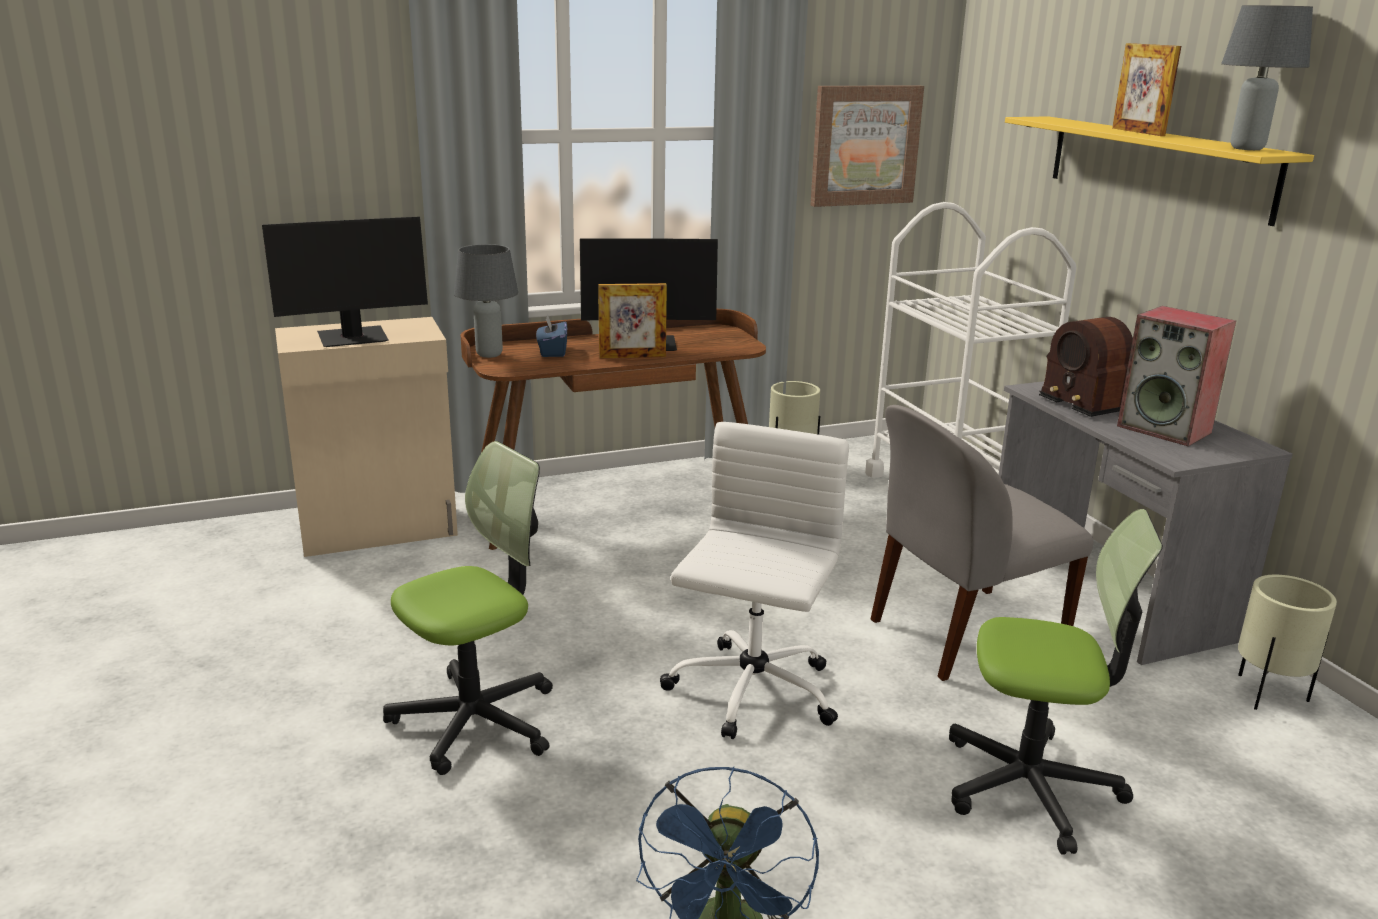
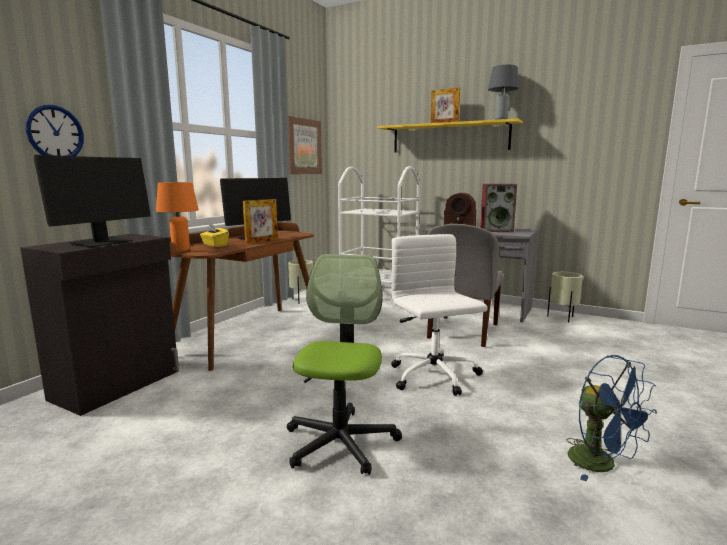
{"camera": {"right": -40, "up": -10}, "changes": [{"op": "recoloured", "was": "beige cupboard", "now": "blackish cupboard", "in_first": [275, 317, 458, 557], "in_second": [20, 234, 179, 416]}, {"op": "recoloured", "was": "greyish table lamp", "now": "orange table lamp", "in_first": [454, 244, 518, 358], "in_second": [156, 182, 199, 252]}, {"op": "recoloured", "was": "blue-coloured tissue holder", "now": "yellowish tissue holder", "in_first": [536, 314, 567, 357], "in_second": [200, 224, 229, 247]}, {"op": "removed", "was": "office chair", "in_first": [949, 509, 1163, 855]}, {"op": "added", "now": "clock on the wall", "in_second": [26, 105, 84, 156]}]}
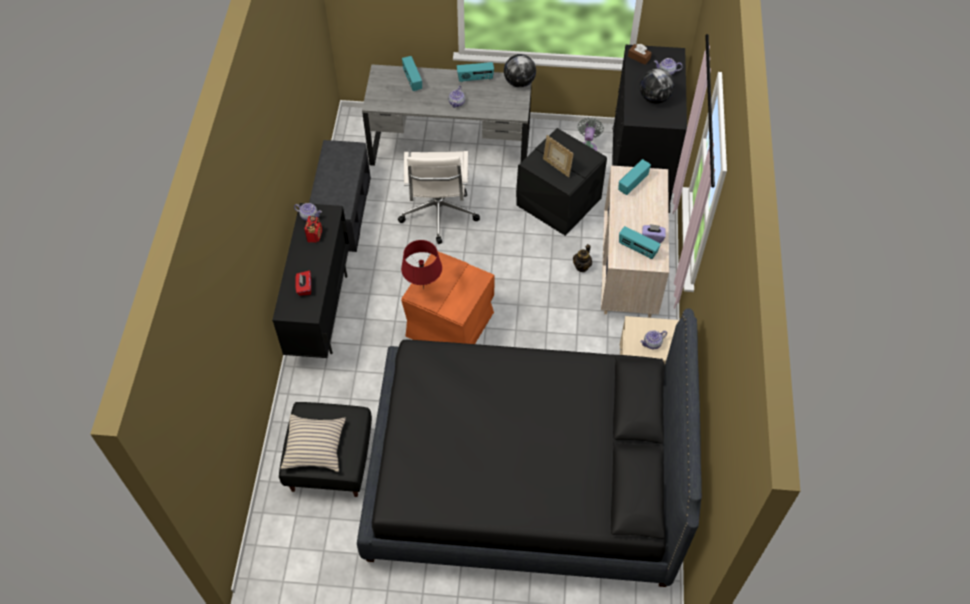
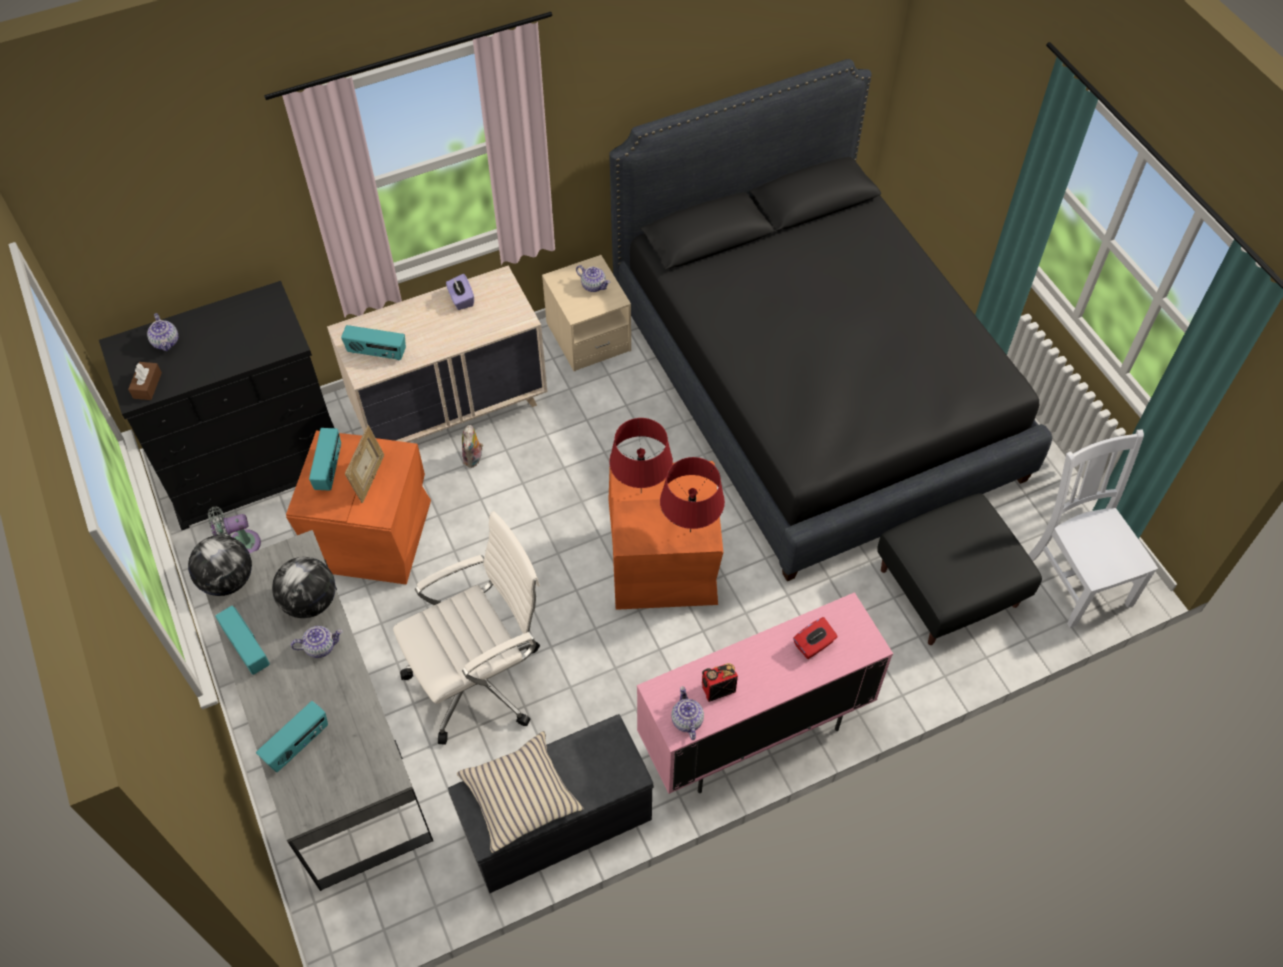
{"camera": {"right": -120, "up": 0}, "changes": [{"op": "recoloured", "was": "blackish cupboard", "now": "pink-coloured cupboard", "in_first": [272, 203, 350, 358], "in_second": [637, 592, 893, 794]}, {"op": "moved", "was": "beige pillow", "in_first": [281, 414, 346, 472], "in_second": [457, 731, 584, 853]}, {"op": "recoloured", "was": "blackish storage bin", "now": "orange storage bin", "in_first": [516, 128, 607, 236], "in_second": [286, 430, 431, 585]}, {"op": "replaced", "was": "teapot", "now": "soft toy", "in_first": [573, 244, 592, 272], "in_second": [462, 425, 483, 468]}, {"op": "moved", "was": "radio receiver", "in_first": [619, 226, 661, 259], "in_second": [309, 428, 341, 491]}, {"op": "moved", "was": "globe", "in_first": [640, 68, 675, 104], "in_second": [272, 557, 336, 618]}, {"op": "added", "now": "red table lamp", "in_second": [609, 418, 673, 493]}, {"op": "added", "now": "white-coloured upright chair", "in_second": [1028, 429, 1158, 628]}]}
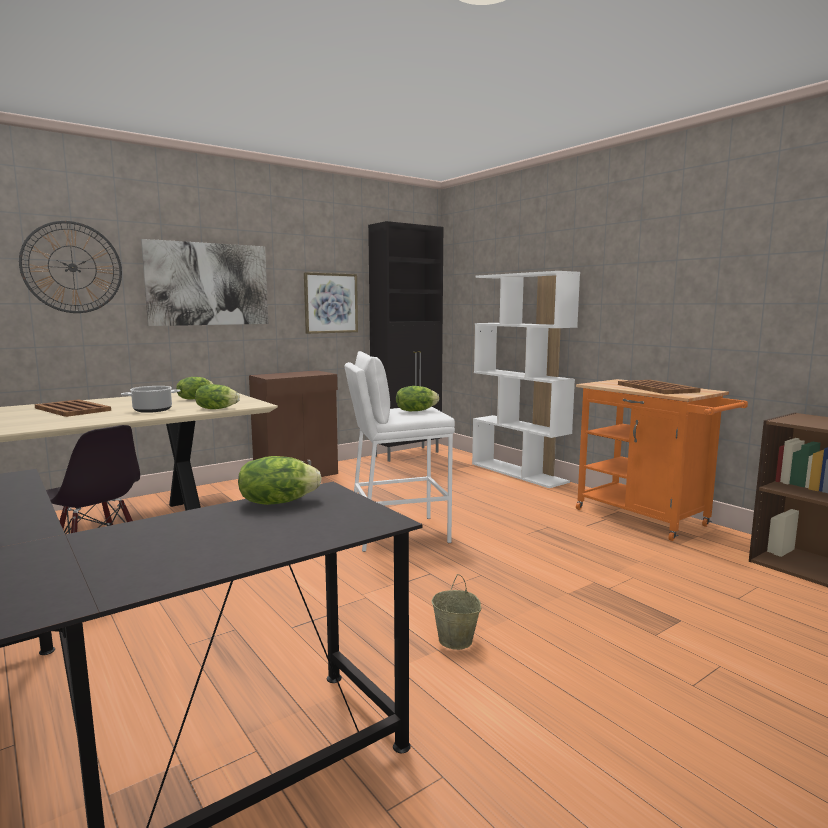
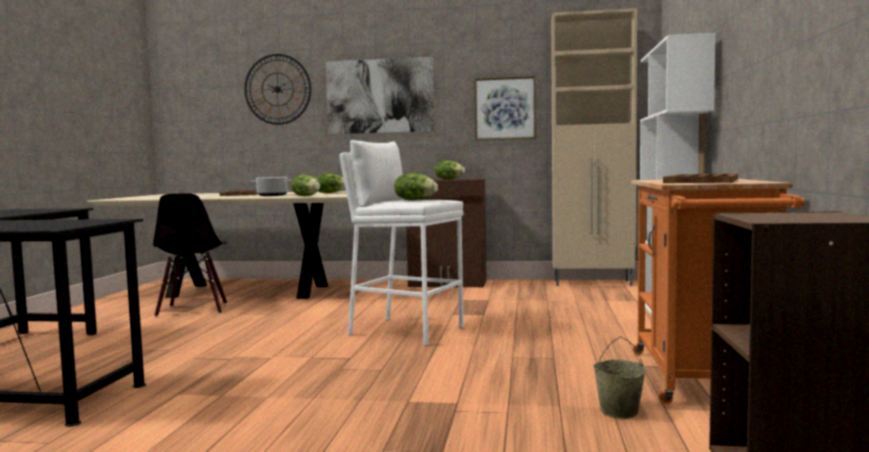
{"camera": {"right": 45, "up": -5}, "changes": [{"op": "moved", "was": "lettuce head", "in_first": [238, 456, 322, 505], "in_second": [434, 160, 465, 180]}, {"op": "recoloured", "was": "blackish cupboard", "now": "beige cupboard", "in_first": [368, 221, 443, 462], "in_second": [551, 8, 637, 286]}, {"op": "moved", "was": "beige bucket", "in_first": [431, 574, 481, 650], "in_second": [593, 337, 646, 419]}]}
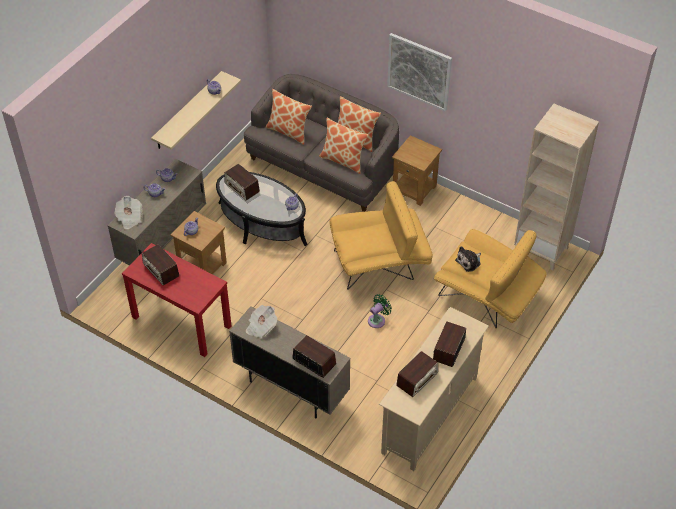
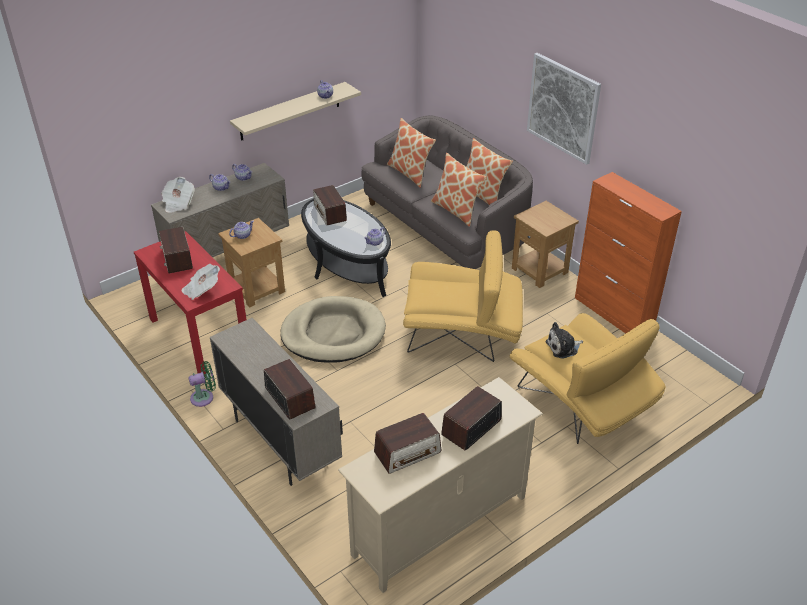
{"camera": {"right": 20, "up": -10}, "changes": [{"op": "moved", "was": "newspaper", "in_first": [246, 305, 277, 339], "in_second": [182, 264, 220, 300]}, {"op": "moved", "was": "green electric fan", "in_first": [368, 294, 392, 328], "in_second": [188, 361, 216, 407]}, {"op": "removed", "was": "beige shelving unit", "in_first": [514, 104, 599, 270]}, {"op": "added", "now": "beige dog bed", "in_second": [280, 296, 386, 363]}, {"op": "added", "now": "orange cupboard", "in_second": [575, 172, 682, 334]}]}
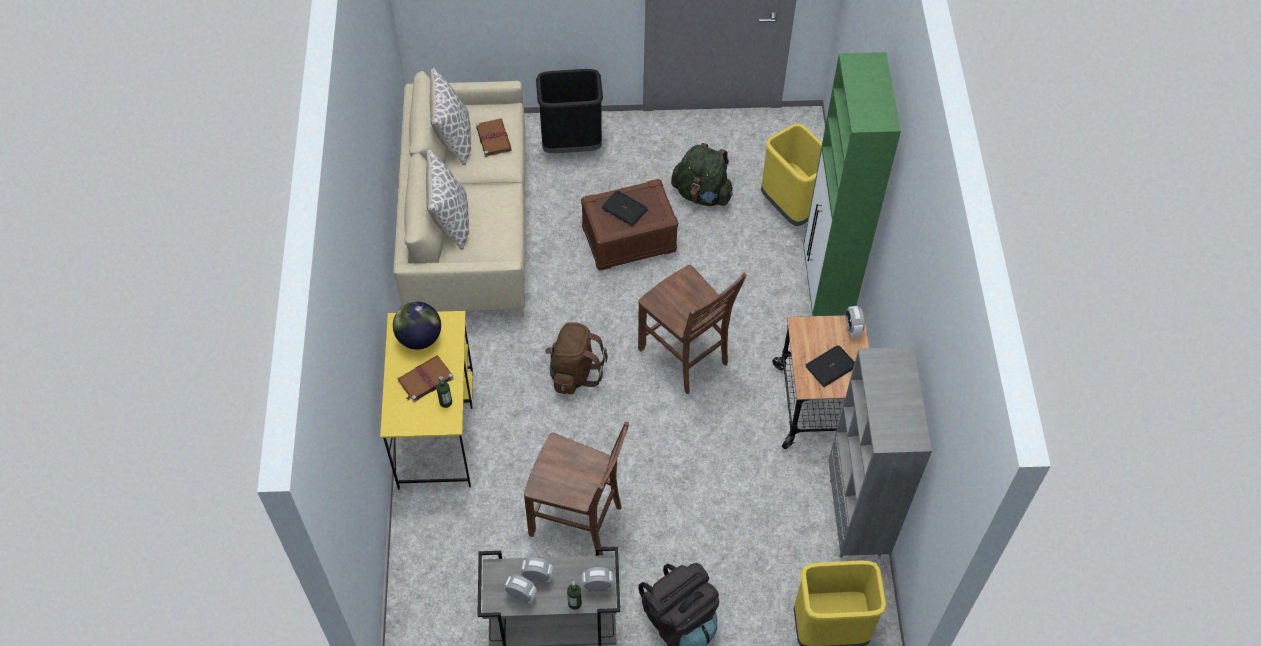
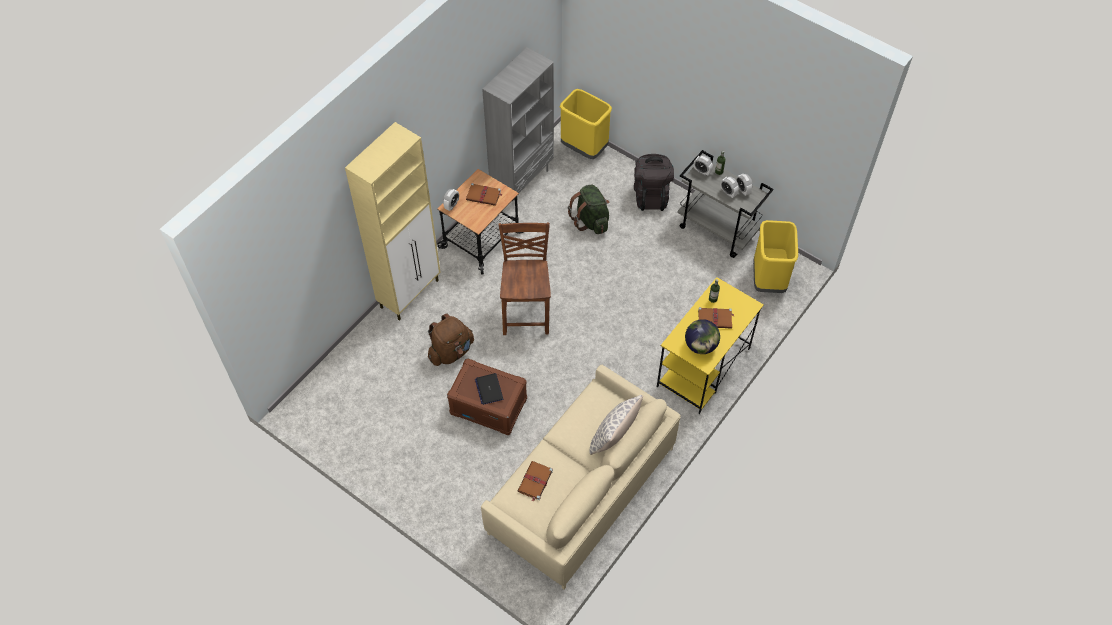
{"camera": {"right": -140, "up": 0}, "changes": [{"op": "removed", "was": "pillow", "in_first": [430, 68, 471, 165]}, {"op": "removed", "was": "brown-coloured upright chair", "in_first": [524, 422, 629, 555]}, {"op": "removed", "was": "blackish rubbish bin", "in_first": [536, 69, 603, 153]}, {"op": "moved", "was": "brown-coloured knapsack", "in_first": [545, 322, 608, 394], "in_second": [428, 313, 474, 366]}, {"op": "moved", "was": "green knapsack", "in_first": [671, 143, 733, 206], "in_second": [568, 184, 609, 234]}, {"op": "moved", "was": "yellowish rubbish bin", "in_first": [761, 123, 822, 226], "in_second": [753, 220, 798, 293]}, {"op": "recoloured", "was": "green cupboard", "now": "beige cupboard", "in_first": [803, 52, 901, 316], "in_second": [345, 122, 440, 321]}, {"op": "replaced", "was": "notebook computer", "now": "brown-coloured volume", "in_first": [805, 345, 855, 387], "in_second": [466, 183, 503, 206]}]}
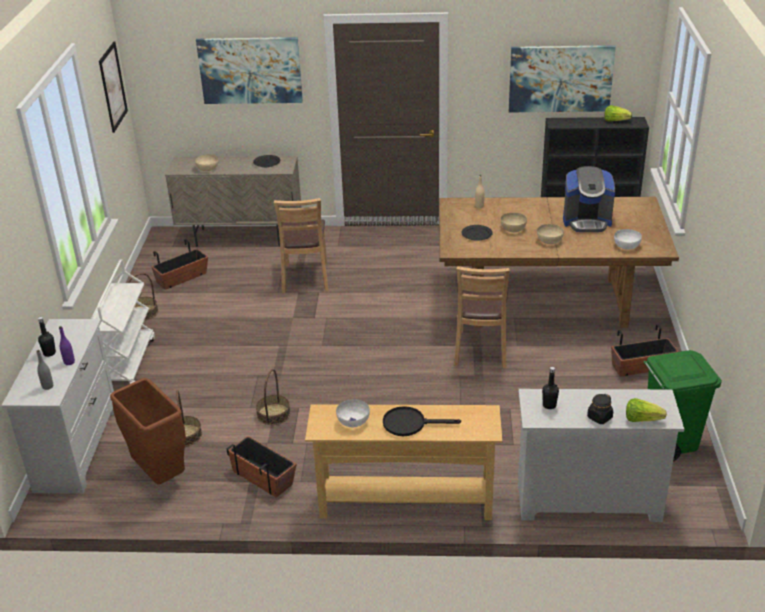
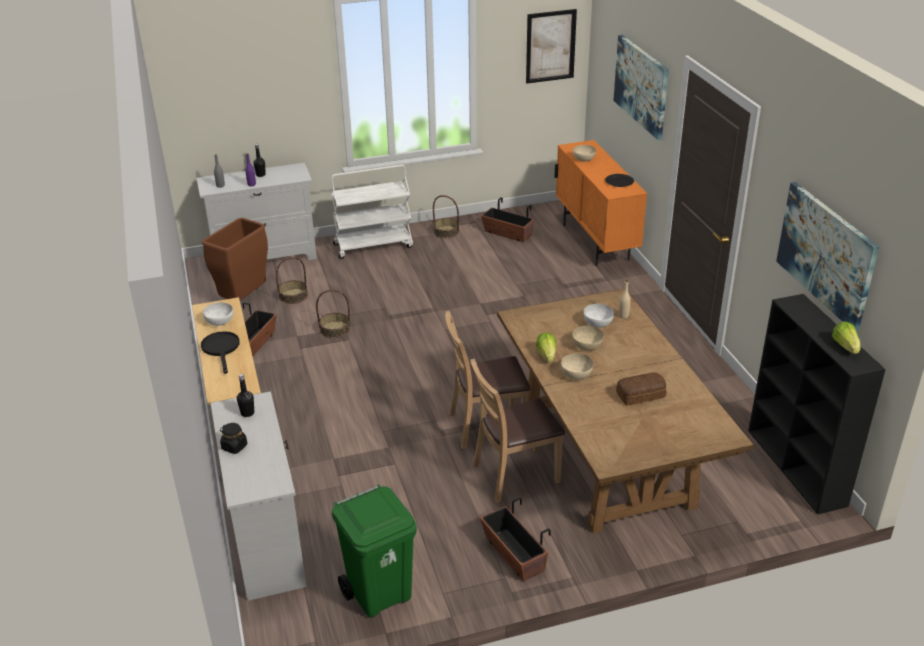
{"camera": {"right": 70, "up": 0}, "changes": [{"op": "recoloured", "was": "beige cupboard", "now": "orange cupboard", "in_first": [165, 156, 301, 247], "in_second": [554, 140, 647, 266]}, {"op": "moved", "was": "brown-coloured upright chair", "in_first": [274, 198, 329, 294], "in_second": [470, 358, 565, 503]}, {"op": "removed", "was": "blackish flat dish", "in_first": [461, 225, 493, 241]}, {"op": "replaced", "was": "coffee brewer", "now": "bakery bread", "in_first": [563, 166, 615, 232], "in_second": [616, 373, 666, 406]}, {"op": "moved", "was": "white-coloured deep dish", "in_first": [614, 229, 642, 250], "in_second": [583, 304, 614, 328]}, {"op": "moved", "was": "lettuce head", "in_first": [626, 398, 667, 422], "in_second": [536, 332, 556, 362]}]}
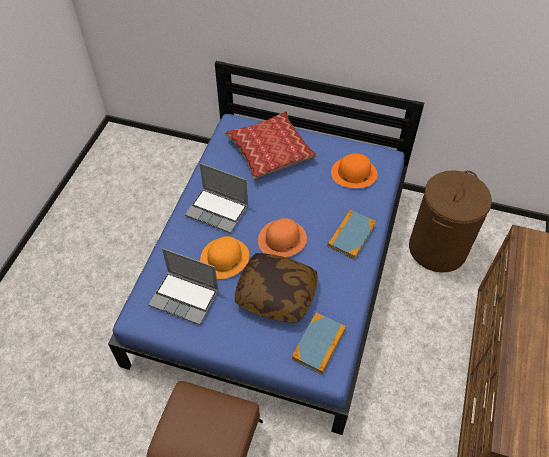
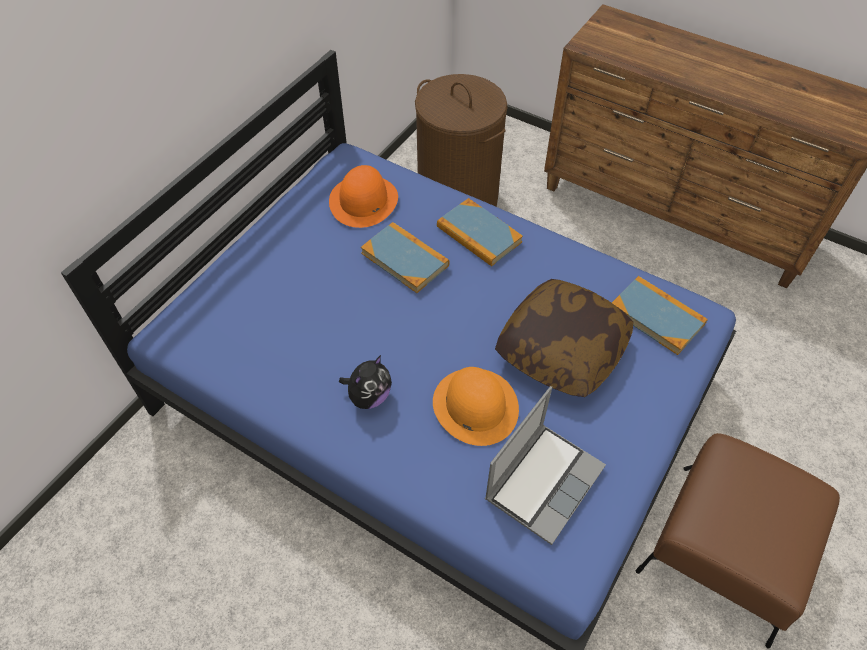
{"camera": {"right": -75, "up": 0}, "changes": [{"op": "replaced", "was": "notebook computer", "now": "soft toy", "in_first": [185, 163, 248, 233], "in_second": [339, 355, 392, 409]}, {"op": "removed", "was": "pillow", "in_first": [225, 111, 317, 180]}, {"op": "removed", "was": "orange hat", "in_first": [258, 218, 307, 257]}, {"op": "added", "now": "volume", "in_second": [361, 222, 449, 293]}]}
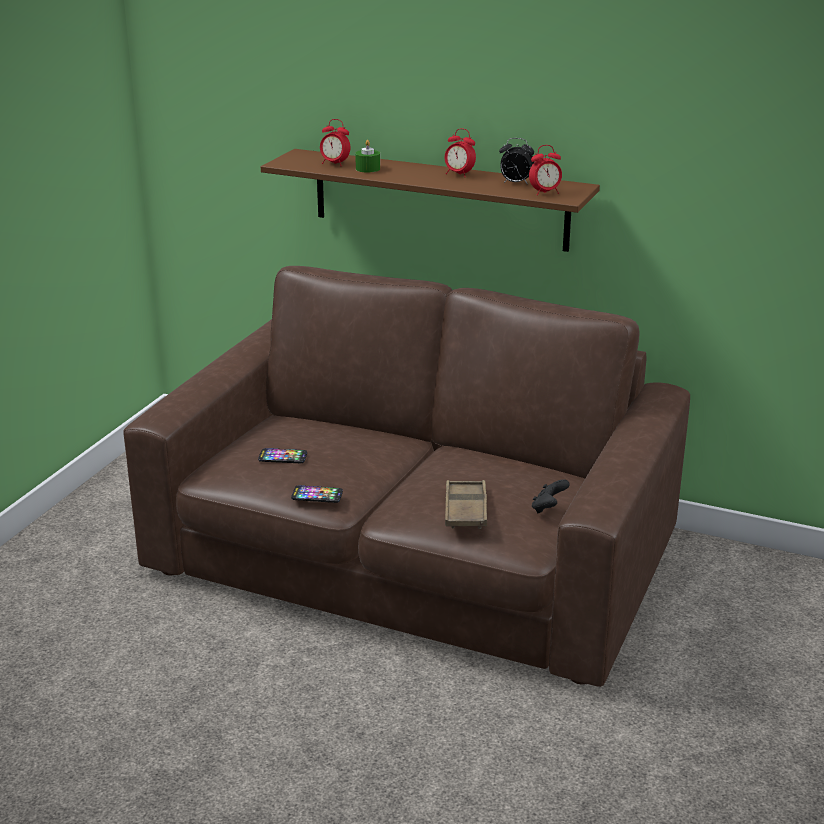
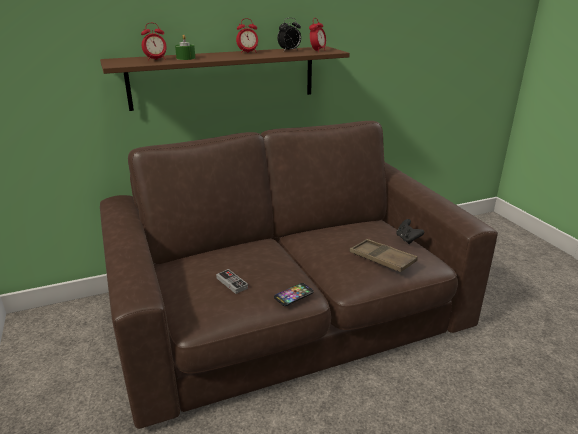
{"camera": {"right": -45, "up": 0}, "changes": [{"op": "replaced", "was": "telephone", "now": "joypad", "in_first": [258, 448, 307, 463], "in_second": [216, 269, 248, 294]}]}
